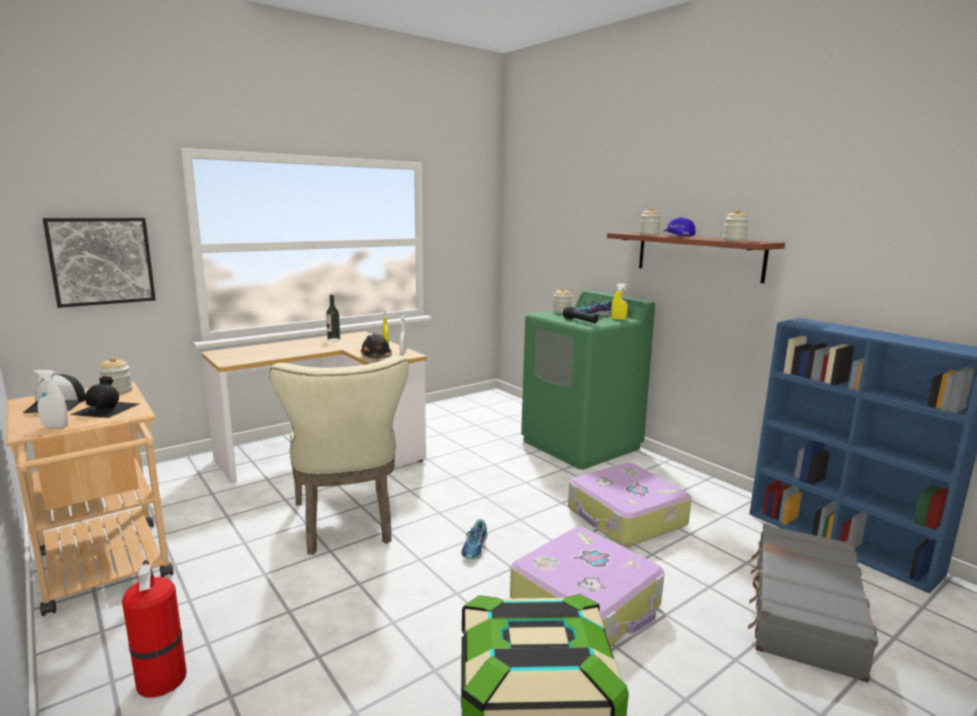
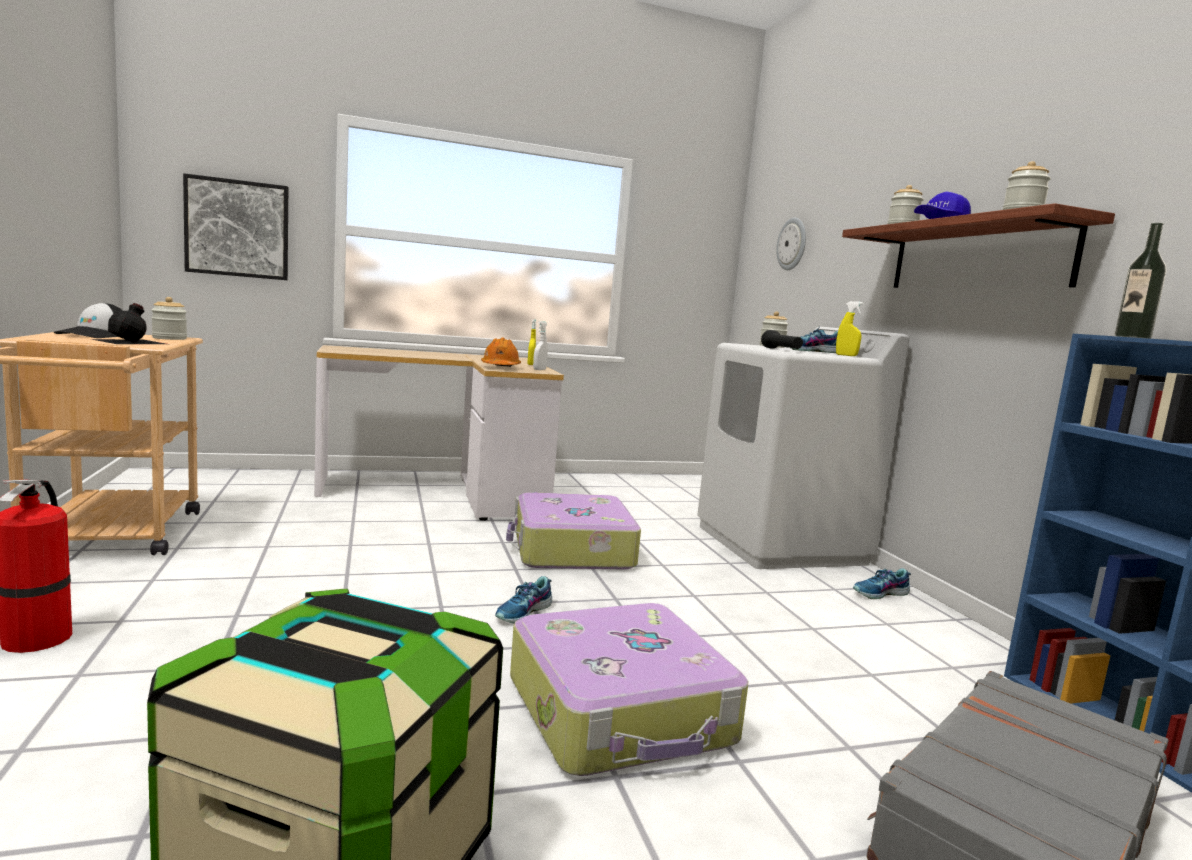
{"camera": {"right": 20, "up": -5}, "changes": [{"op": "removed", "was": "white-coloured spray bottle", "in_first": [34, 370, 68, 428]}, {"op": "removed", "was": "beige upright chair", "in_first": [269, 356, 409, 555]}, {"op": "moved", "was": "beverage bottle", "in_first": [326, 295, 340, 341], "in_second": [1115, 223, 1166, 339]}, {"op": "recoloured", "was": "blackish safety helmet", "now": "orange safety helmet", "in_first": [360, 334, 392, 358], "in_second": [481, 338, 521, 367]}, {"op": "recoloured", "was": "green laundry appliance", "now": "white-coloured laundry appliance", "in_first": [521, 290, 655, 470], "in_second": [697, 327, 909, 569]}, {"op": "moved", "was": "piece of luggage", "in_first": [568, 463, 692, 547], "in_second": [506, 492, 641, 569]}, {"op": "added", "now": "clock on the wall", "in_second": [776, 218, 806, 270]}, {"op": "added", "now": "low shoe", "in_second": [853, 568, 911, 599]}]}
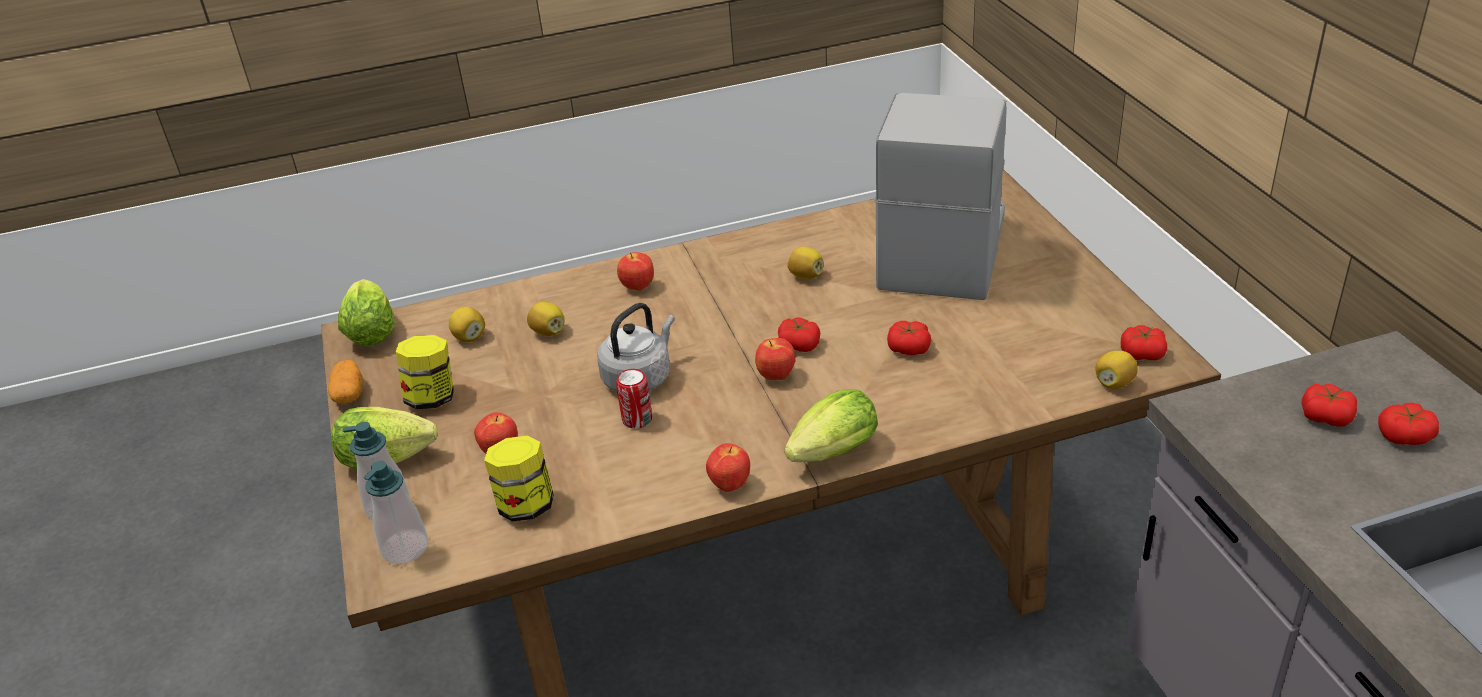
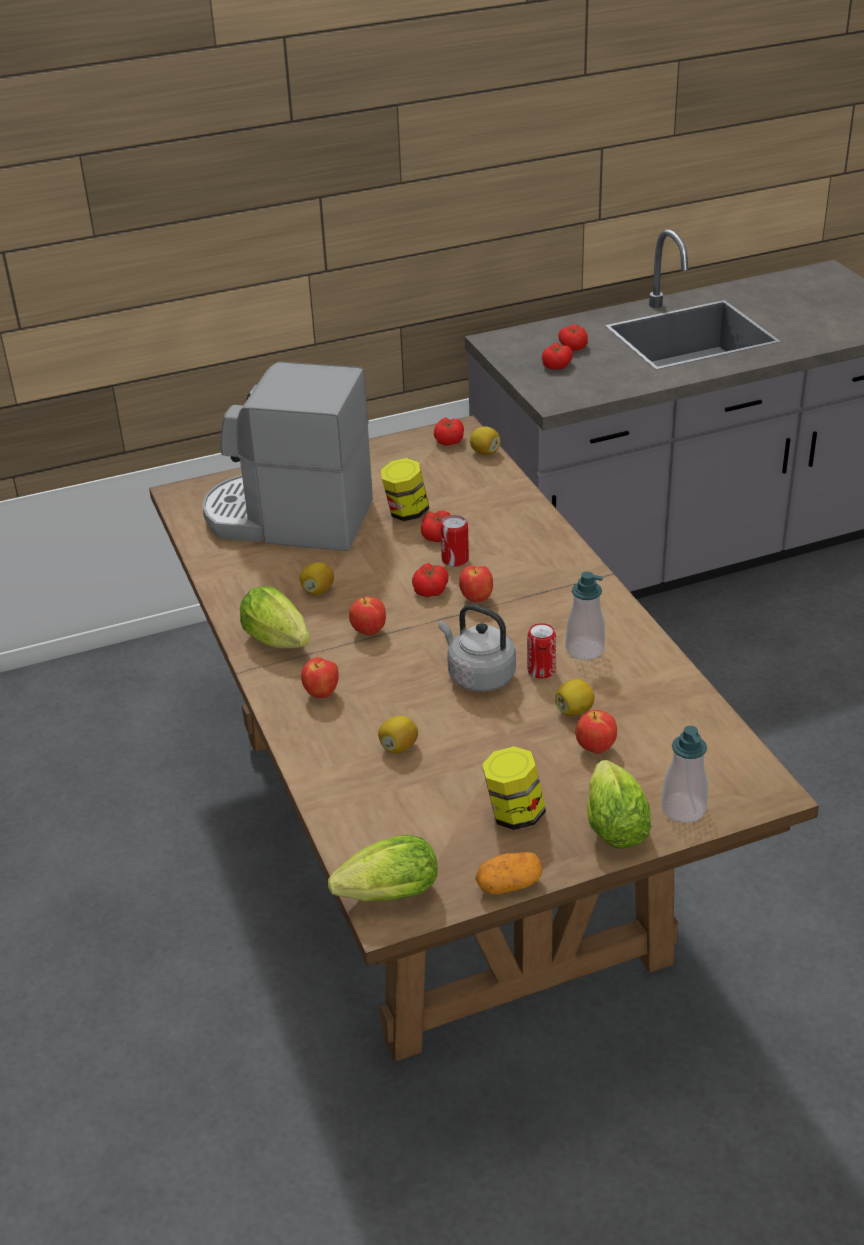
{"camera": {"right": -95, "up": 0}, "changes": [{"op": "moved", "was": "liquid soap bottle", "in_first": [364, 461, 428, 564], "in_second": [565, 572, 605, 660]}, {"op": "moved", "was": "whole lemon", "in_first": [449, 307, 485, 342], "in_second": [555, 679, 595, 716]}, {"op": "moved", "was": "storage jar", "in_first": [484, 436, 554, 521], "in_second": [381, 458, 429, 521]}, {"op": "moved", "was": "apple", "in_first": [706, 443, 750, 492], "in_second": [349, 597, 386, 636]}, {"op": "moved", "was": "lettuce head", "in_first": [785, 389, 878, 462], "in_second": [240, 586, 310, 649]}, {"op": "added", "now": "can", "in_second": [440, 515, 469, 567]}]}
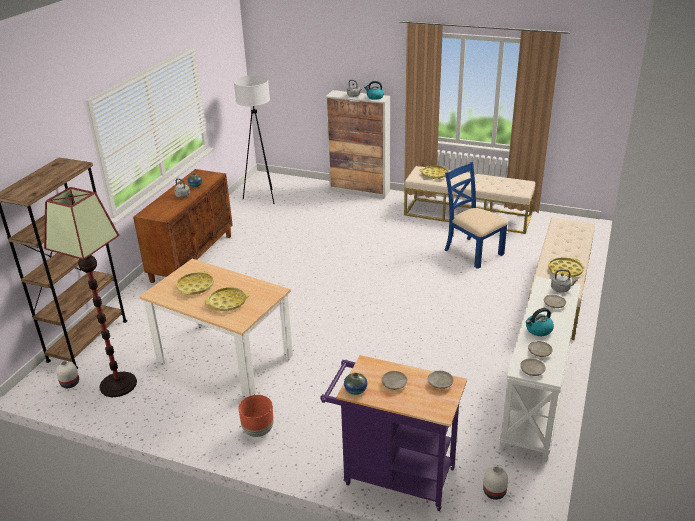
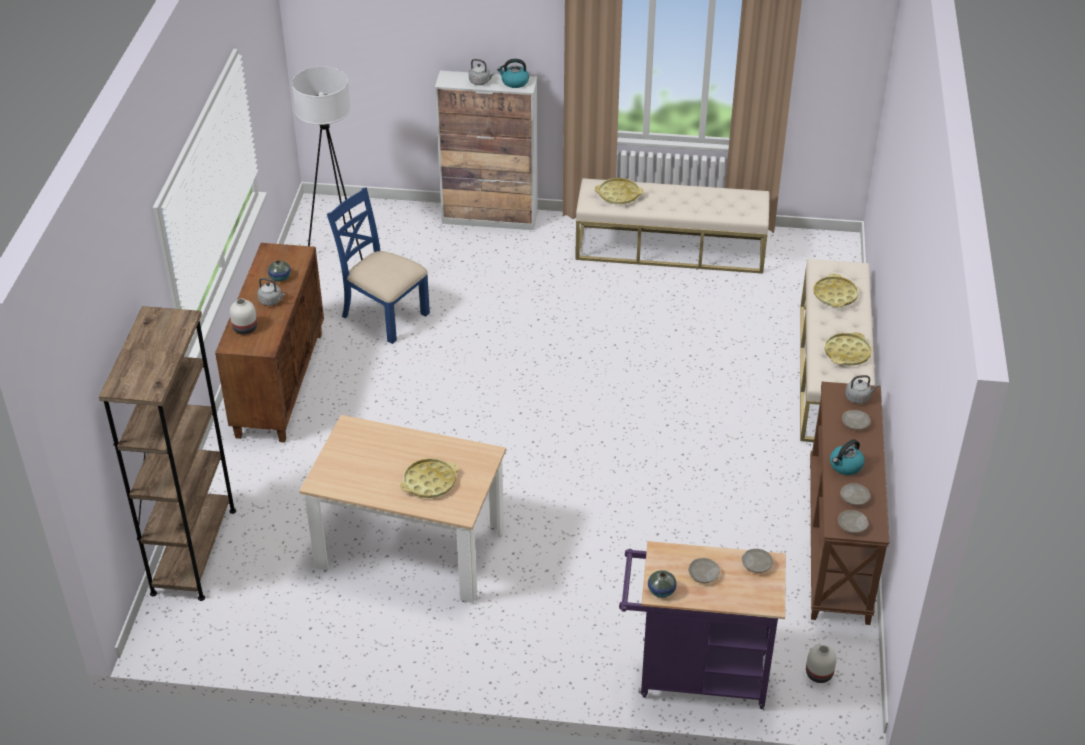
{"camera": {"right": -15, "up": 10}, "changes": [{"op": "removed", "was": "standing lamp", "in_first": [44, 187, 137, 398]}, {"op": "moved", "was": "white-coloured vase", "in_first": [56, 361, 79, 388], "in_second": [230, 298, 257, 335]}, {"op": "moved", "was": "yellowish tray", "in_first": [176, 271, 214, 295], "in_second": [813, 274, 859, 308]}, {"op": "removed", "was": "brown-coloured plant pot", "in_first": [238, 395, 274, 437]}, {"op": "moved", "was": "blue-coloured upright chair", "in_first": [445, 162, 508, 269], "in_second": [327, 187, 430, 344]}, {"op": "recoloured", "was": "white-coloured console table", "now": "brown-coloured console table", "in_first": [499, 277, 581, 462], "in_second": [810, 382, 889, 625]}]}
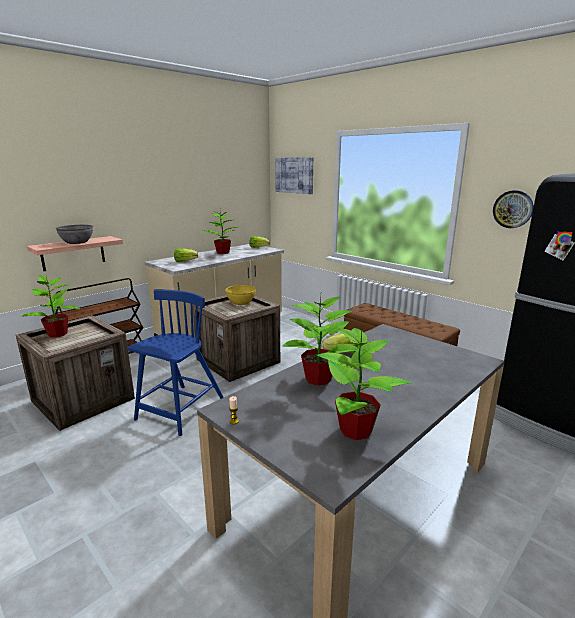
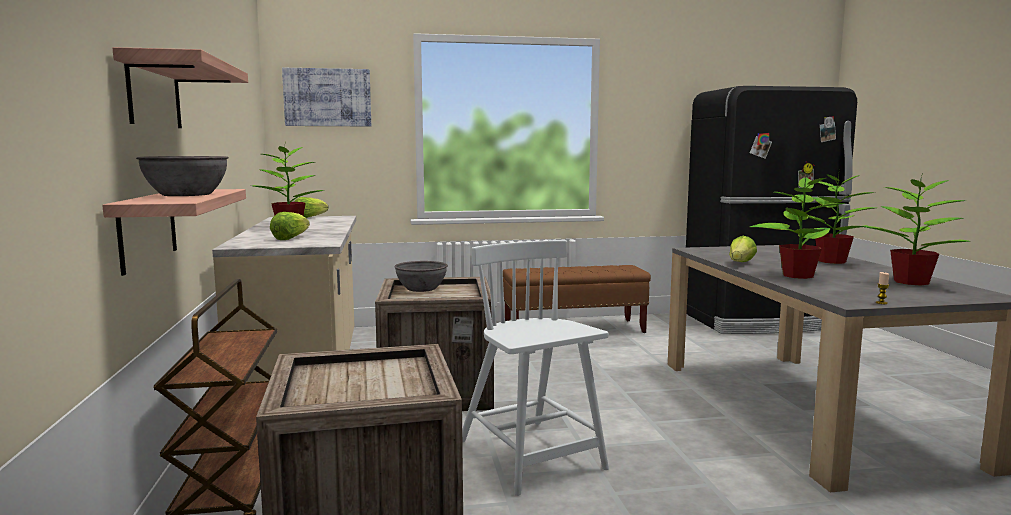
{"camera": {"right": -55, "up": -10}, "changes": [{"op": "moved", "was": "houseplant", "in_first": [21, 275, 80, 337], "in_second": [807, 170, 875, 264]}, {"op": "recoloured", "was": "blue-coloured upright chair", "now": "white-coloured upright chair", "in_first": [127, 289, 224, 436], "in_second": [462, 240, 609, 496]}, {"op": "recoloured", "was": "yellowish deep dish", "now": "greyish deep dish", "in_first": [225, 285, 256, 305], "in_second": [394, 261, 448, 292]}, {"op": "removed", "was": "clock on the wall", "in_first": [493, 190, 534, 228]}, {"op": "added", "now": "bracket shelf", "in_second": [113, 47, 248, 128]}]}
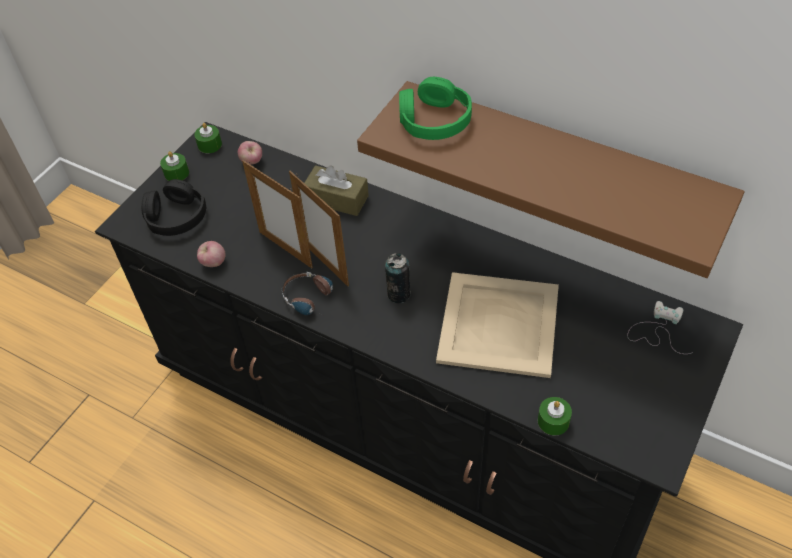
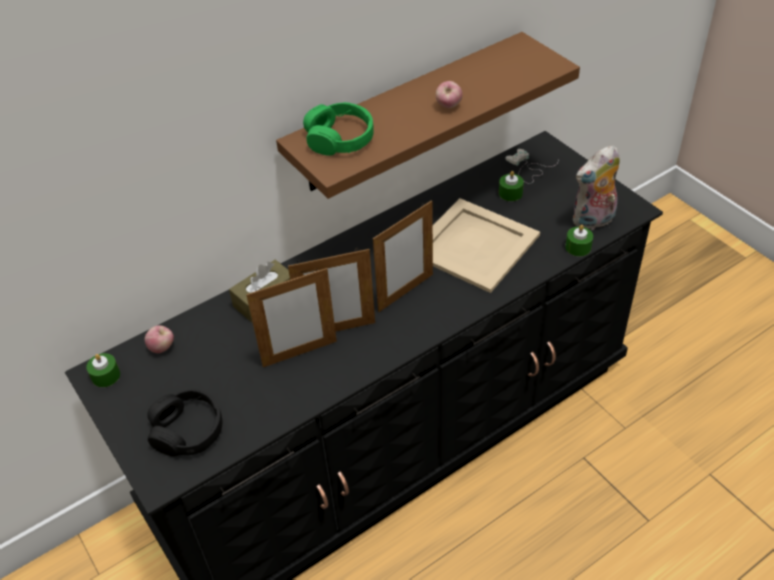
{"camera": {"right": -65, "up": -5}, "changes": [{"op": "moved", "was": "green wax candle", "in_first": [160, 151, 189, 181], "in_second": [499, 171, 524, 201]}, {"op": "moved", "was": "apple", "in_first": [197, 241, 226, 267], "in_second": [436, 81, 463, 108]}, {"op": "removed", "was": "headset", "in_first": [282, 272, 333, 319]}, {"op": "replaced", "was": "can", "now": "standing frame", "in_first": [385, 253, 411, 303], "in_second": [373, 200, 433, 312]}, {"op": "added", "now": "soft toy", "in_second": [573, 145, 620, 230]}]}
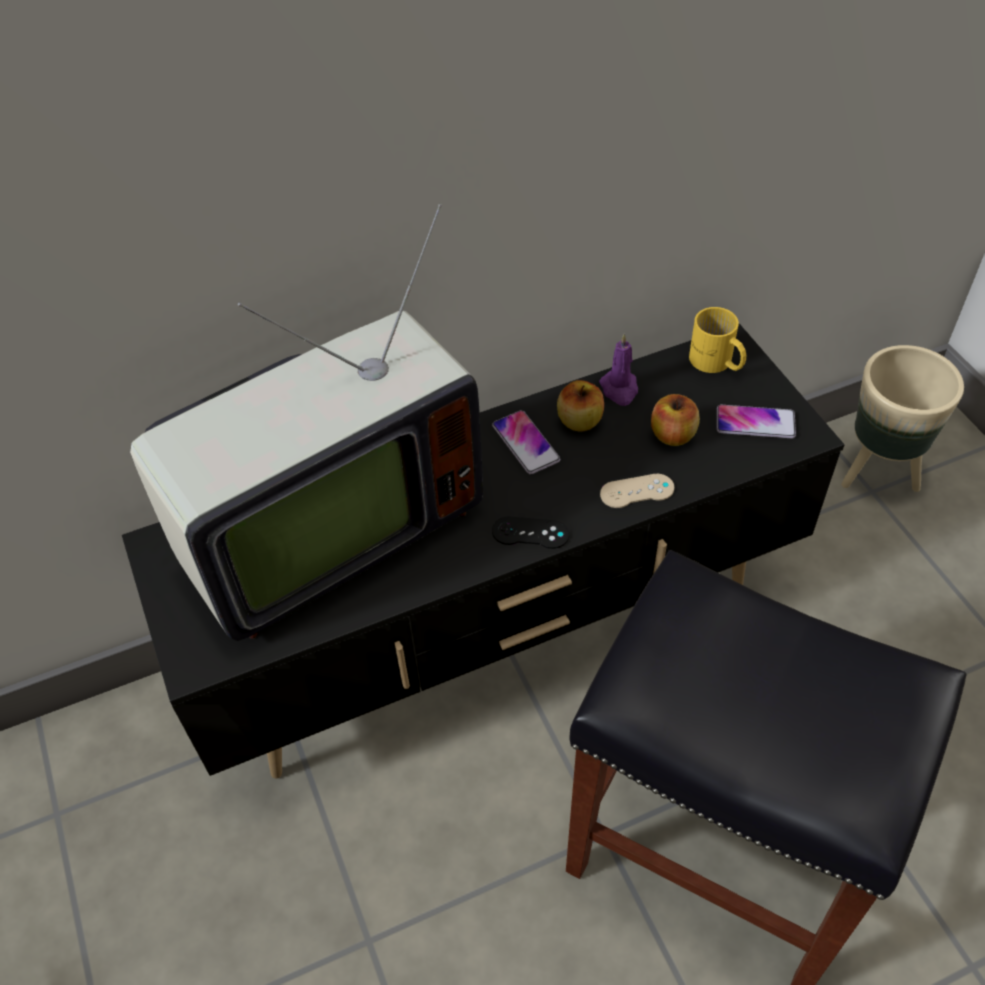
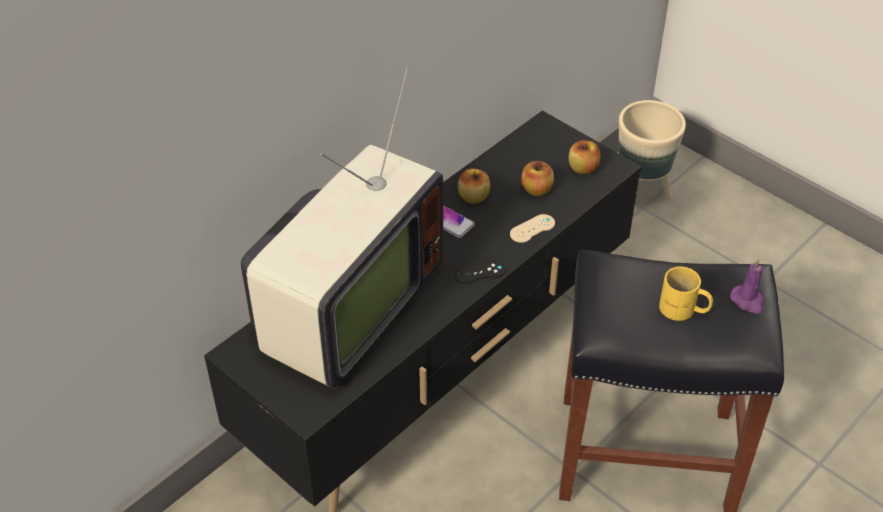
{"camera": {"right": -25, "up": -5}, "changes": [{"op": "moved", "was": "purplish wax candle", "in_first": [599, 334, 638, 406], "in_second": [730, 258, 764, 314]}, {"op": "moved", "was": "yellowish mug", "in_first": [689, 307, 746, 373], "in_second": [659, 267, 713, 321]}, {"op": "replaced", "was": "telephone", "now": "apple", "in_first": [717, 405, 796, 438], "in_second": [569, 140, 600, 174]}]}
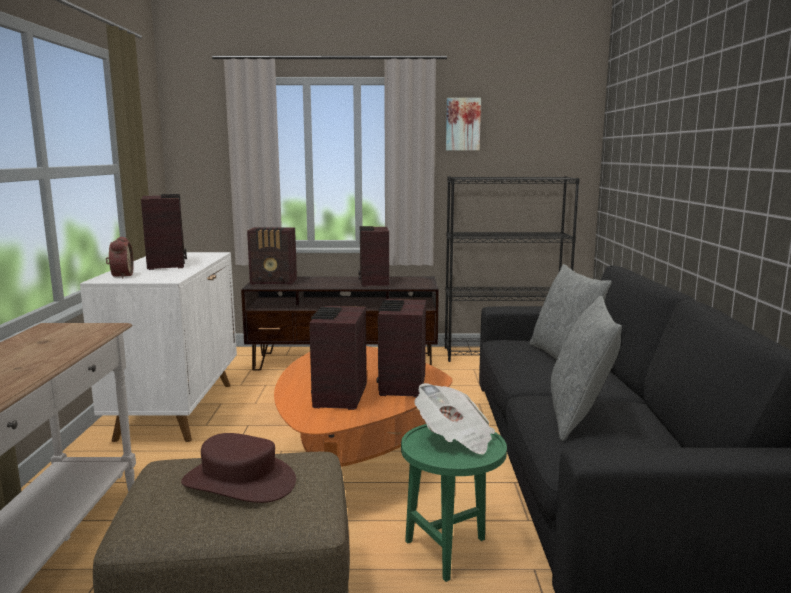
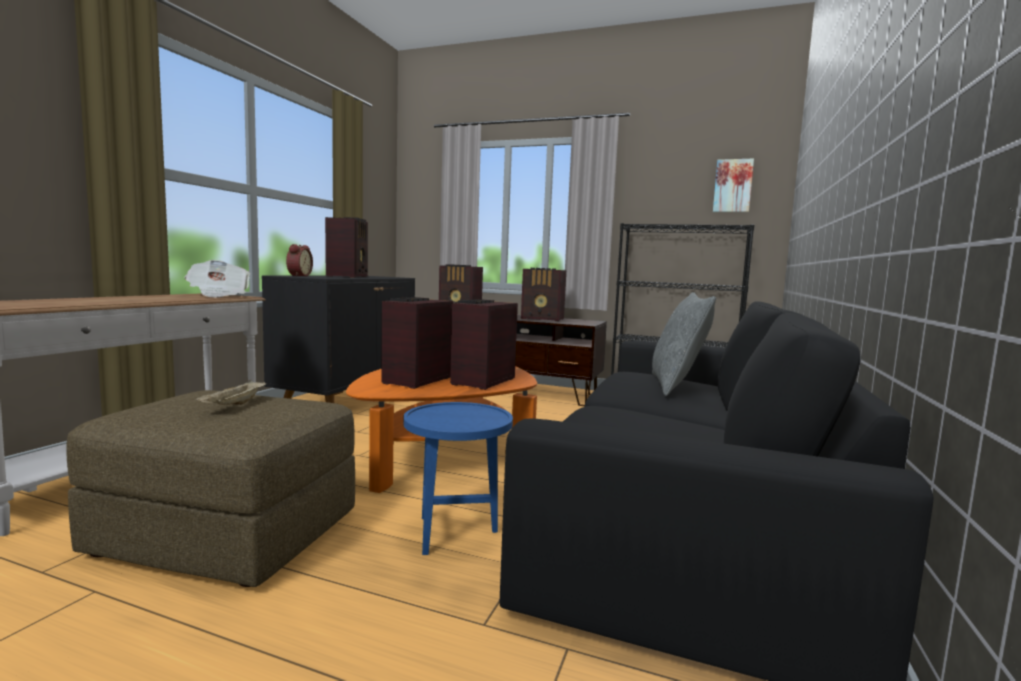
{"camera": {"right": 20, "up": -5}, "changes": [{"op": "recoloured", "was": "white-coloured cupboard", "now": "blackish cupboard", "in_first": [80, 252, 237, 442], "in_second": [262, 275, 415, 403]}, {"op": "replaced", "was": "brown-coloured hat", "now": "beige tray", "in_first": [181, 433, 296, 503], "in_second": [195, 380, 266, 405]}, {"op": "turned", "was": "radio receiver", "in_first": [358, 226, 389, 287], "in_second": [521, 268, 566, 321], "clockwise": -90}, {"op": "recoloured", "was": "green accent table", "now": "blue-coloured accent table", "in_first": [401, 424, 507, 582], "in_second": [403, 402, 513, 555]}, {"op": "moved", "was": "newspaper", "in_first": [414, 383, 495, 454], "in_second": [184, 260, 250, 298]}, {"op": "moved", "was": "wall art", "in_first": [446, 98, 481, 150], "in_second": [713, 159, 754, 212]}, {"op": "removed", "was": "greyish pillow", "in_first": [551, 296, 622, 441]}]}
